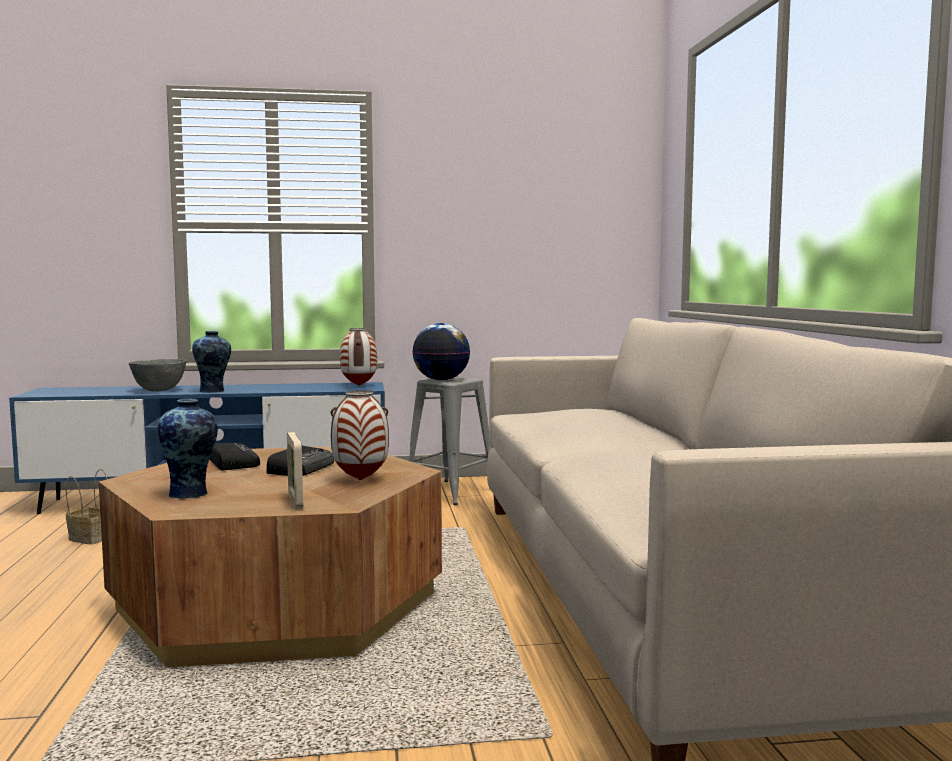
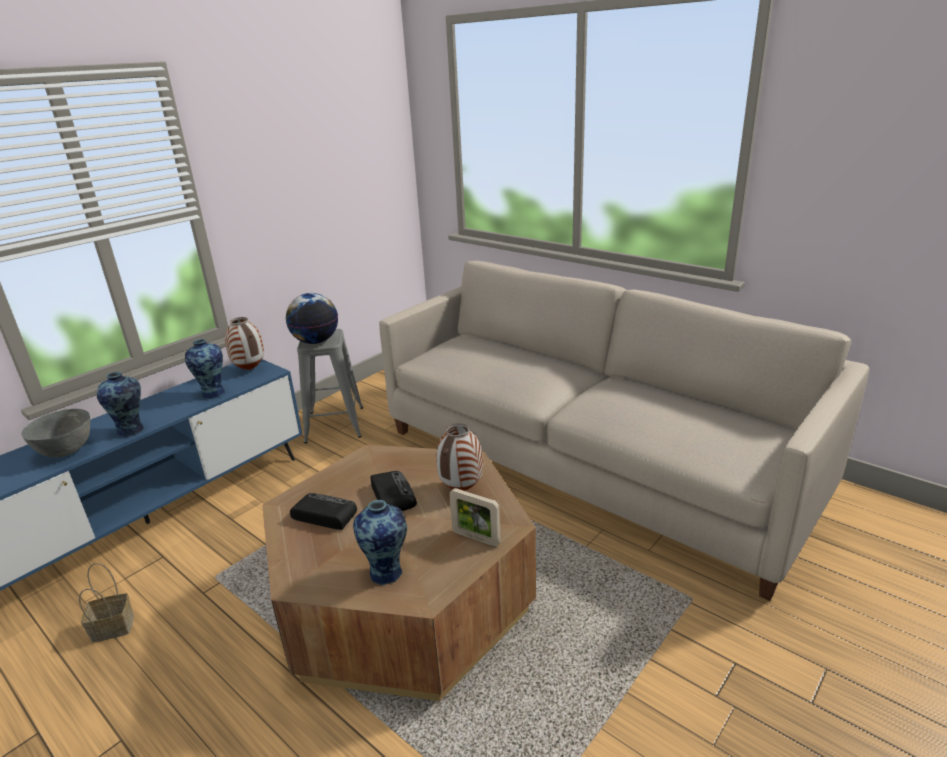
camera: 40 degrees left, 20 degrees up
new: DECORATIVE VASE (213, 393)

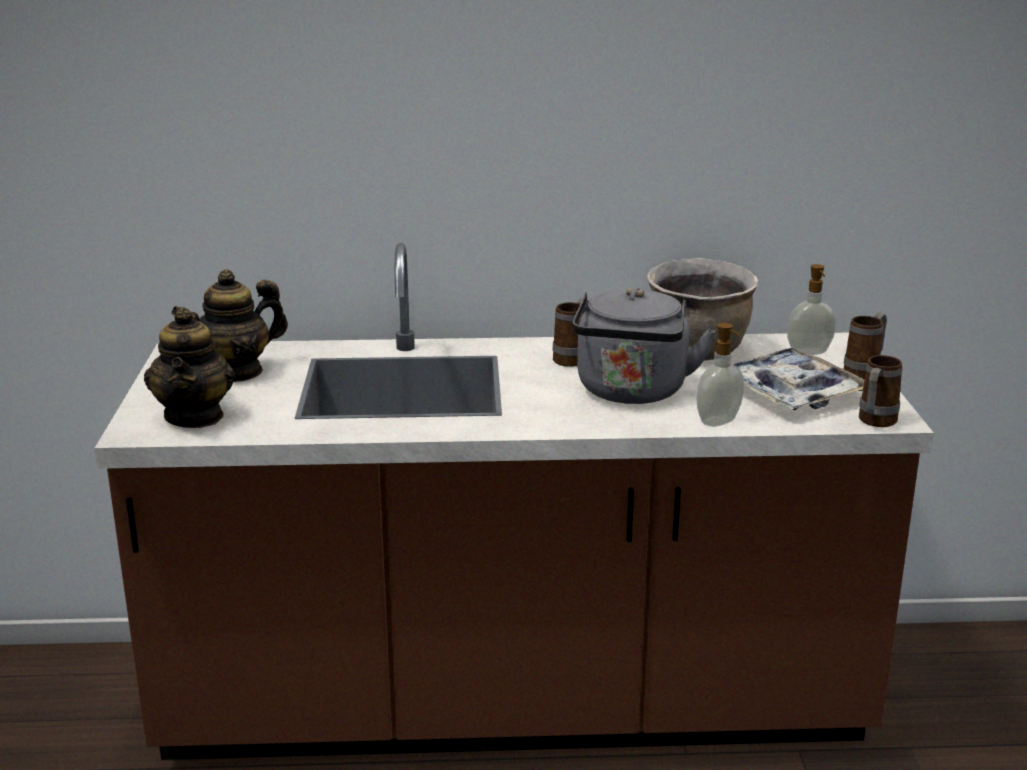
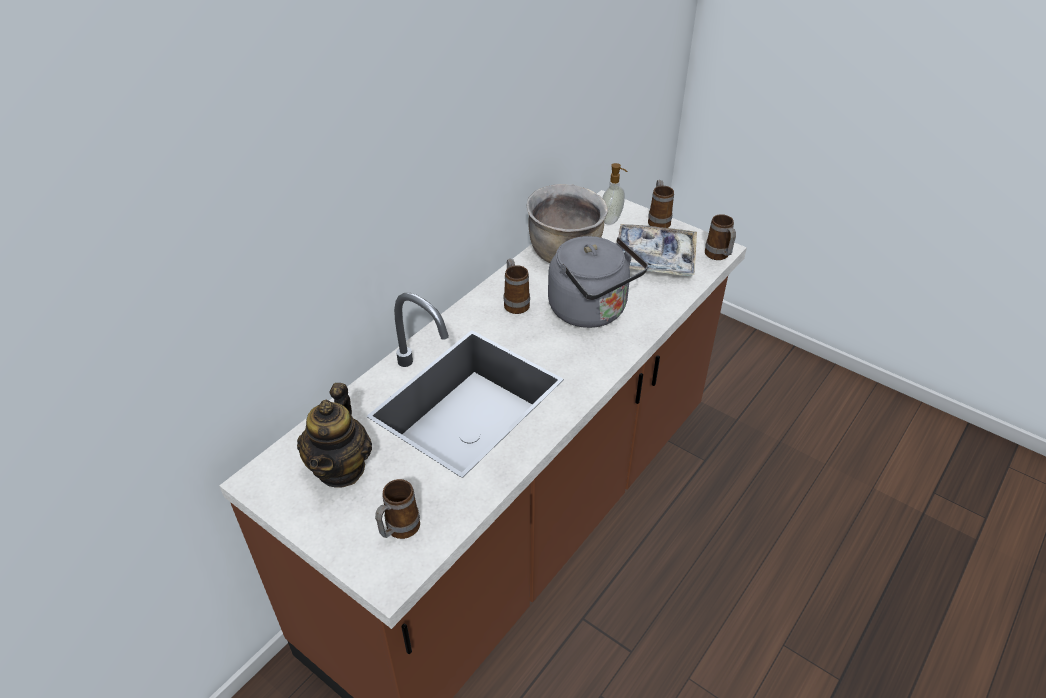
camera: 50 degrees left, 20 degrees up
gone: SOAP BOTTLE (719, 422)
swapped: TEA POT (195, 417) to MUG (398, 530)

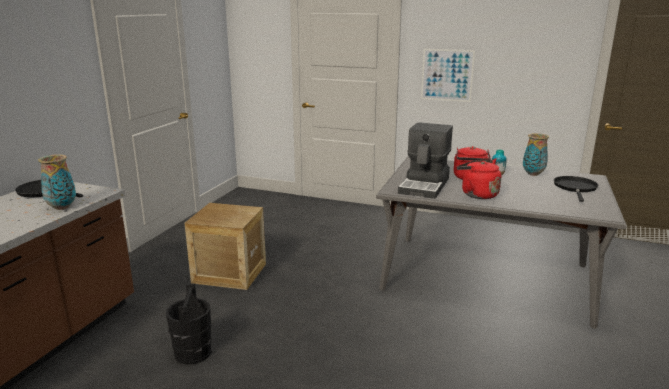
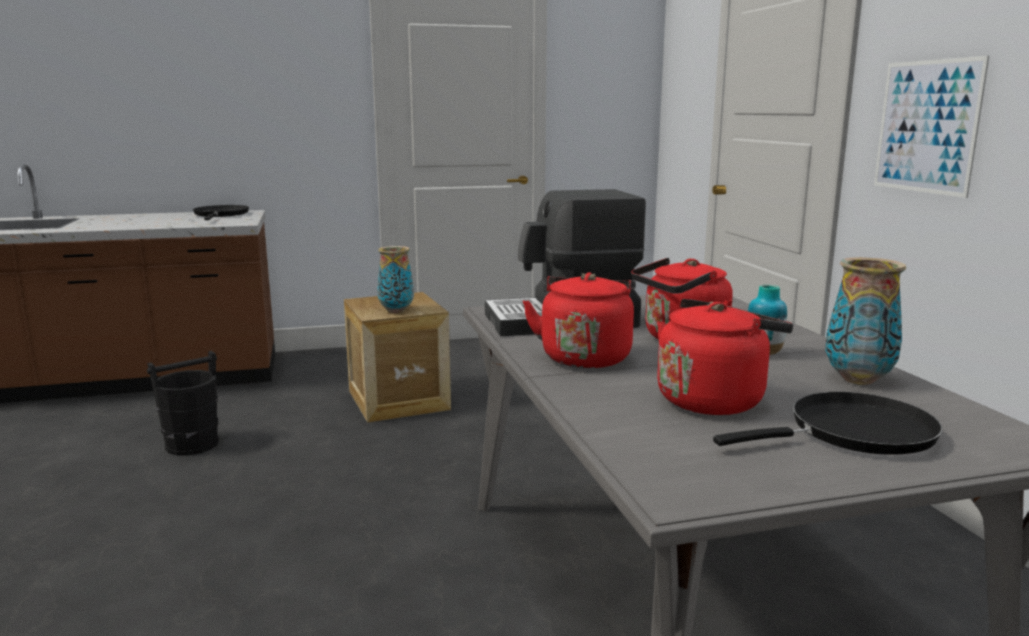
camera: 55 degrees right, 5 degrees down
new: REDDISH TEA KETTLE (713, 399)
shifted: DECORATIVE VASE (61, 207) to (396, 311)

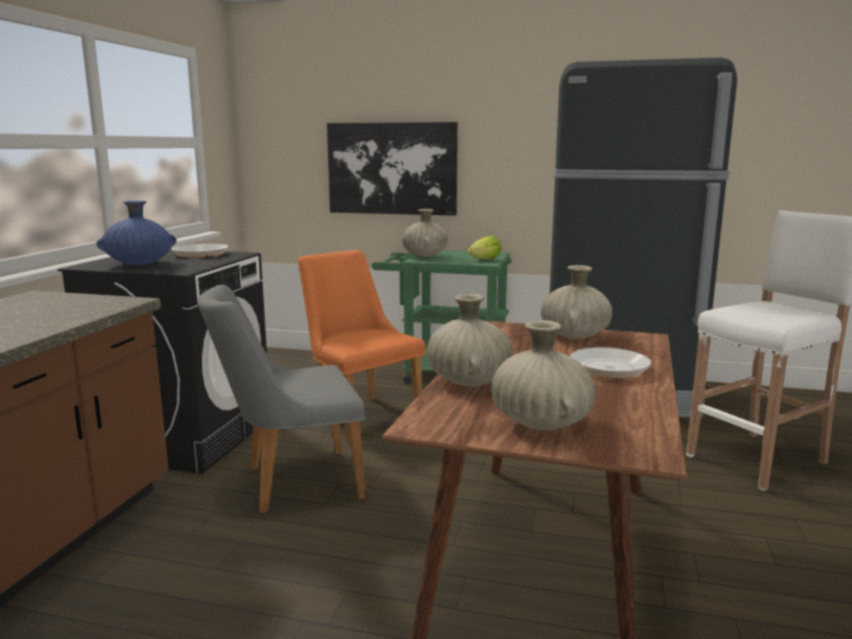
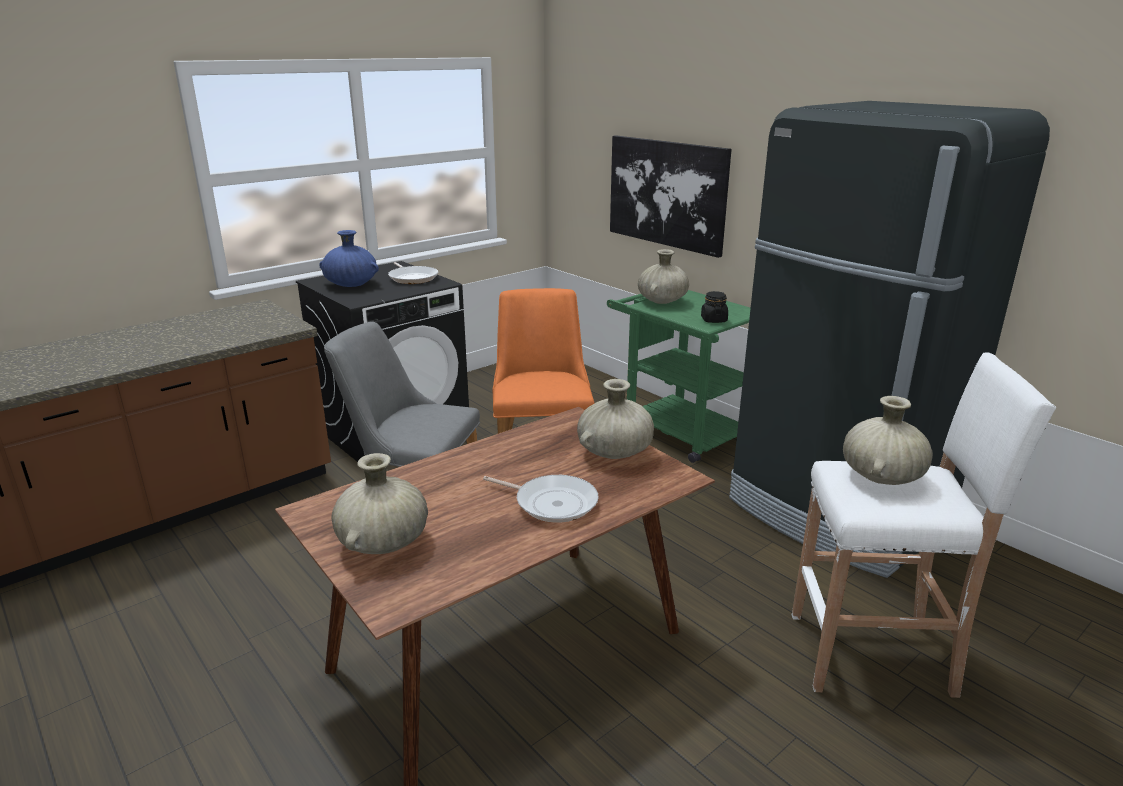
camera: 35 degrees right, 10 degrees up
shifted: BEIGE DECORATIVE VASE (469, 382) to (881, 476)
swapped: LETTUCE (485, 260) to BLACKISH JAR (713, 320)

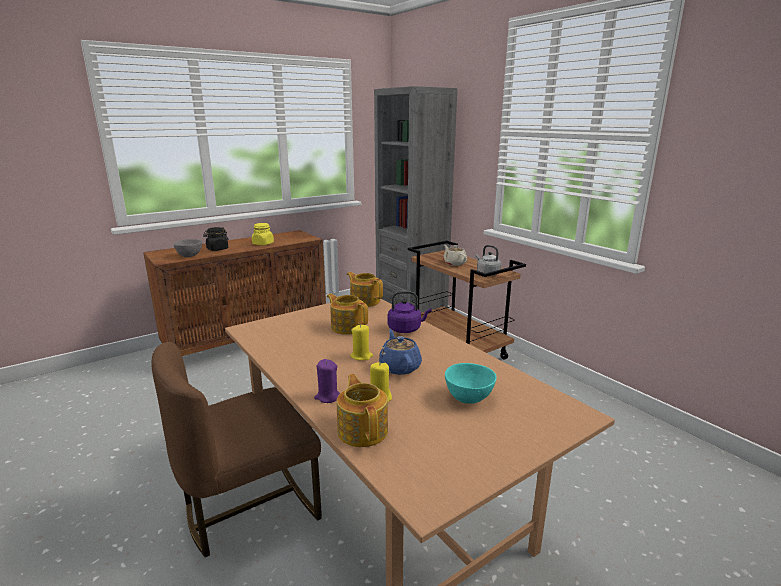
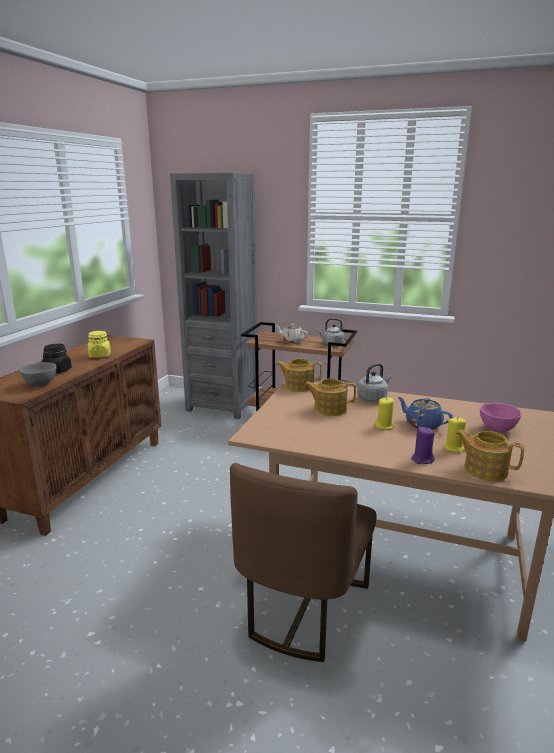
camera: 35 degrees left, 0 degrees up
repainted: PURPLE TEA KETTLE (406, 329) to GREY TEA KETTLE (373, 398); BLUE-GREEN DEEP DISH (469, 398) to PINKISH DEEP DISH (497, 429)

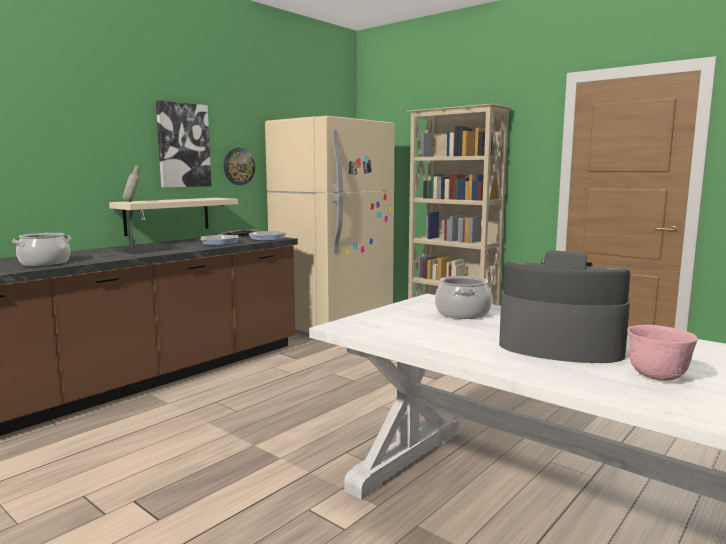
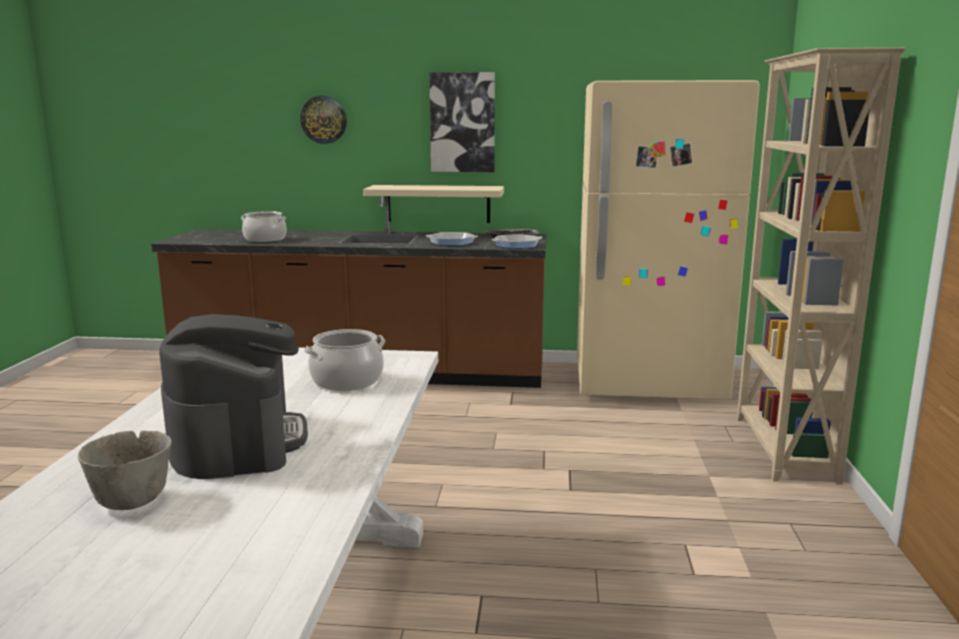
camera: 55 degrees right, 5 degrees up
gone: GREY DRINK BOTTLE (132, 202)
shifted: WALL CLOCK (238, 166) to (324, 119)
repainted: PINKISH DEEP DISH (655, 376) to GREY DEEP DISH (132, 501)

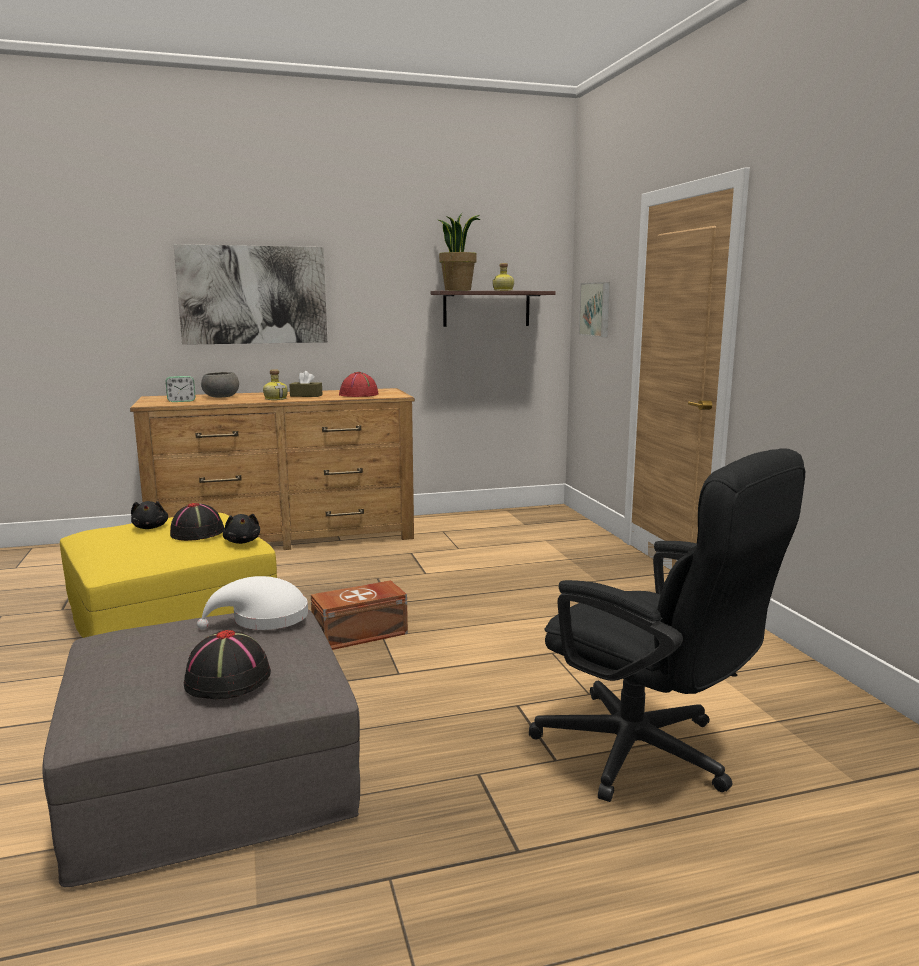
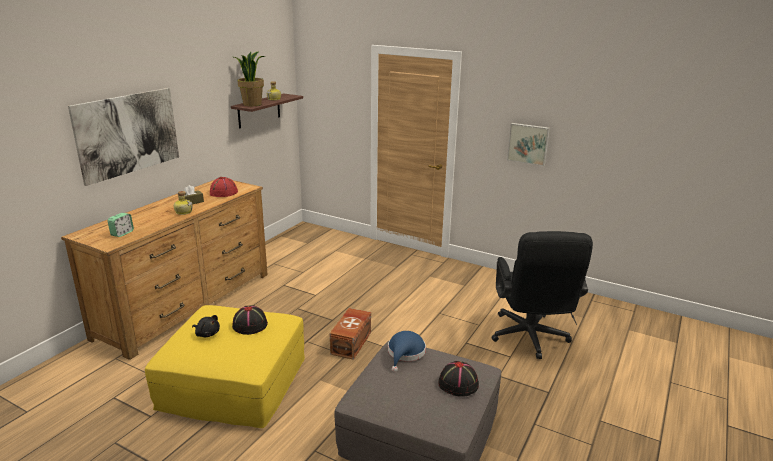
camera: 45 degrees left, 10 degrees up
gone: GREY DEEP DISH (221, 397); BLACKISH CUDDLY TOY (242, 541)
shifted: WALL ART (596, 309) to (528, 143)
repainted: WHITISH WEARABLE HAT (264, 619) to BLUISH WEARABLE HAT (405, 353)
rotated: BLACKISH DESK CHAIR (649, 756) = (530, 339) 90 degrees clockwise

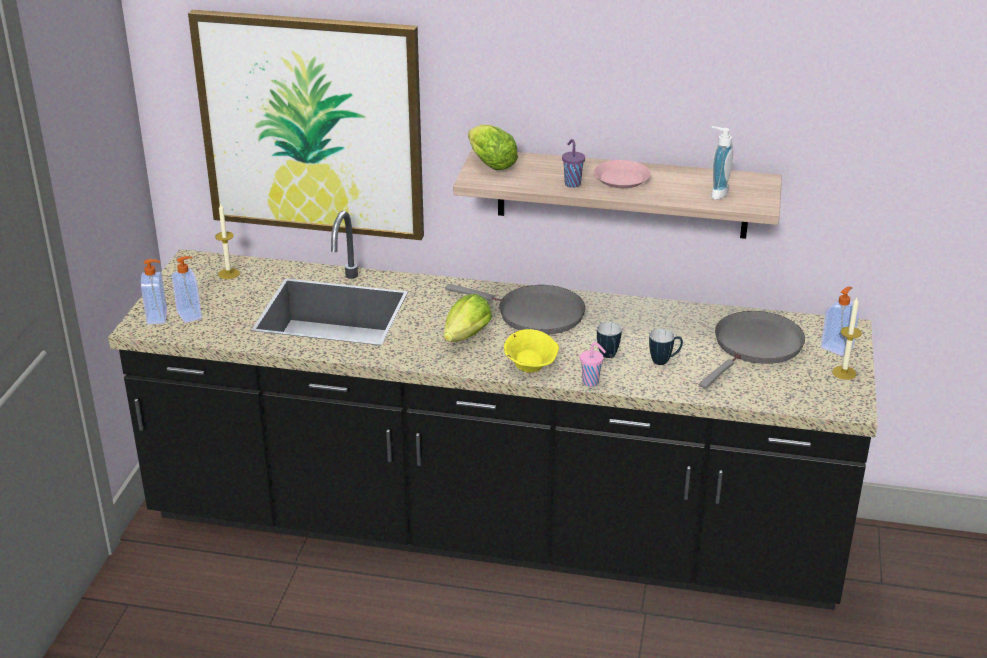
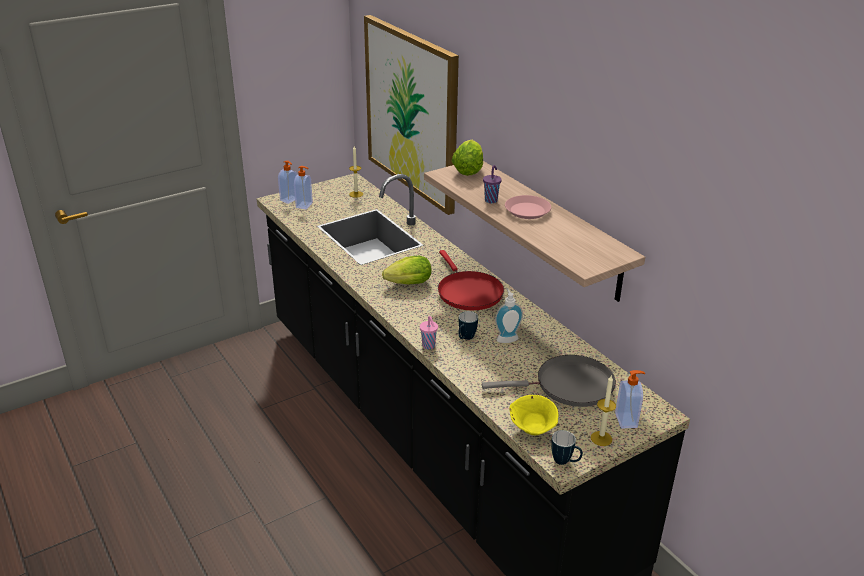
camera: 45 degrees right, 0 degrees up
shifted: SOAP BOTTLE (716, 193) to (506, 338); YELLOWISH DEEP DISH (531, 367) to (533, 430); MUG (664, 361) to (565, 462)
repainted: GREY SKILLET (535, 314) to REDDISH SKILLET (468, 292)

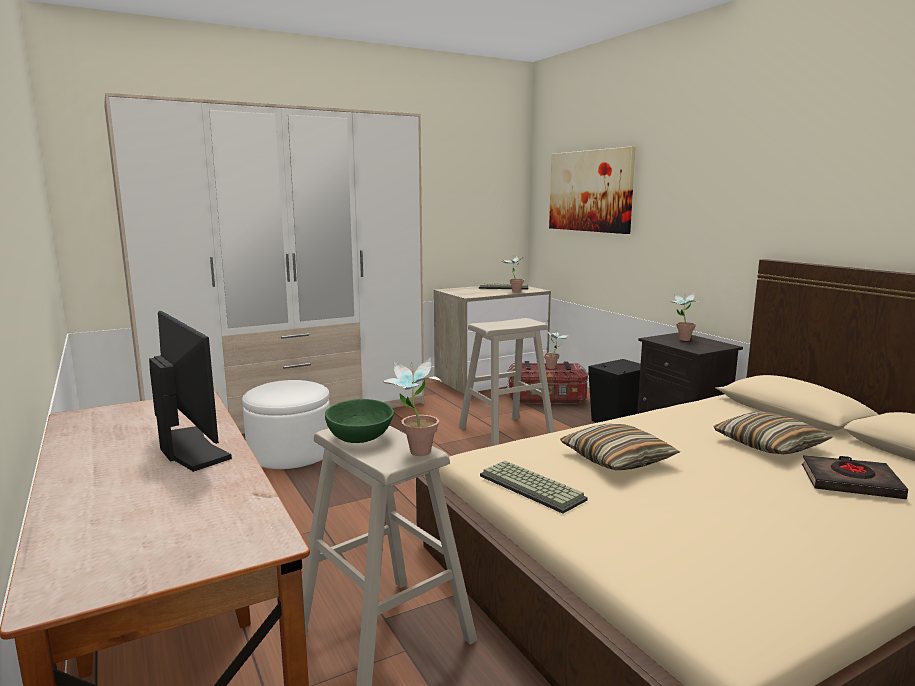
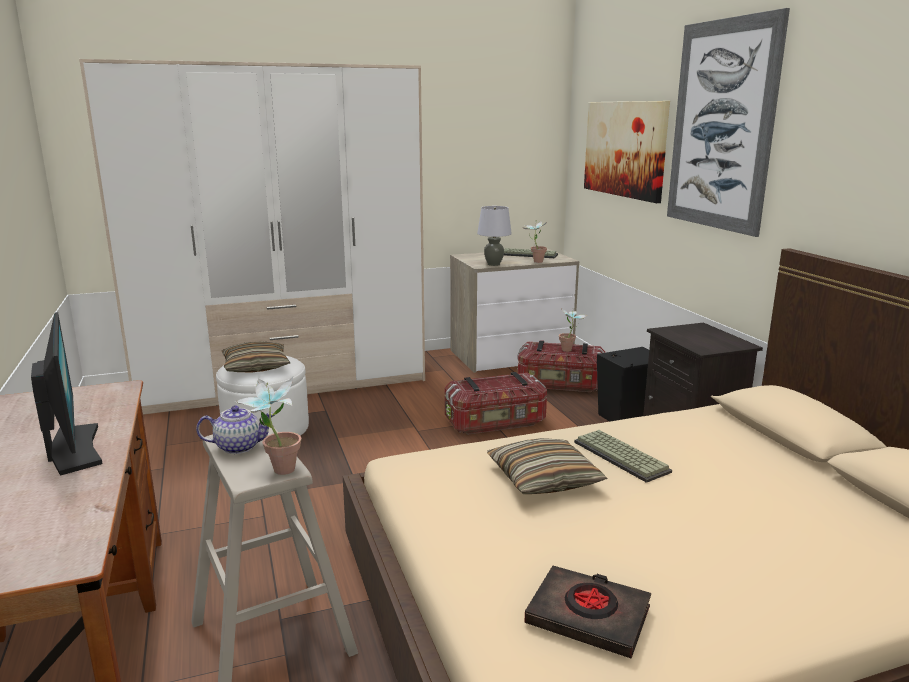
camera: 10 degrees right, 5 degrees up
gone: PLANT IN A POT (681, 340)
new: WALL ART (721, 126); GREY TABLE LAMP (493, 264)
shifted: CUSHION (769, 445) to (256, 367); BLACKISH VOLUME (850, 483) to (588, 616); KEYBOARD (533, 487) to (623, 457)
swapped: BEIGE STOOL (506, 433) to STORAGE CONTAINER (496, 423); GREEN DEEP DISH (359, 437) to TEA POT (239, 446)

